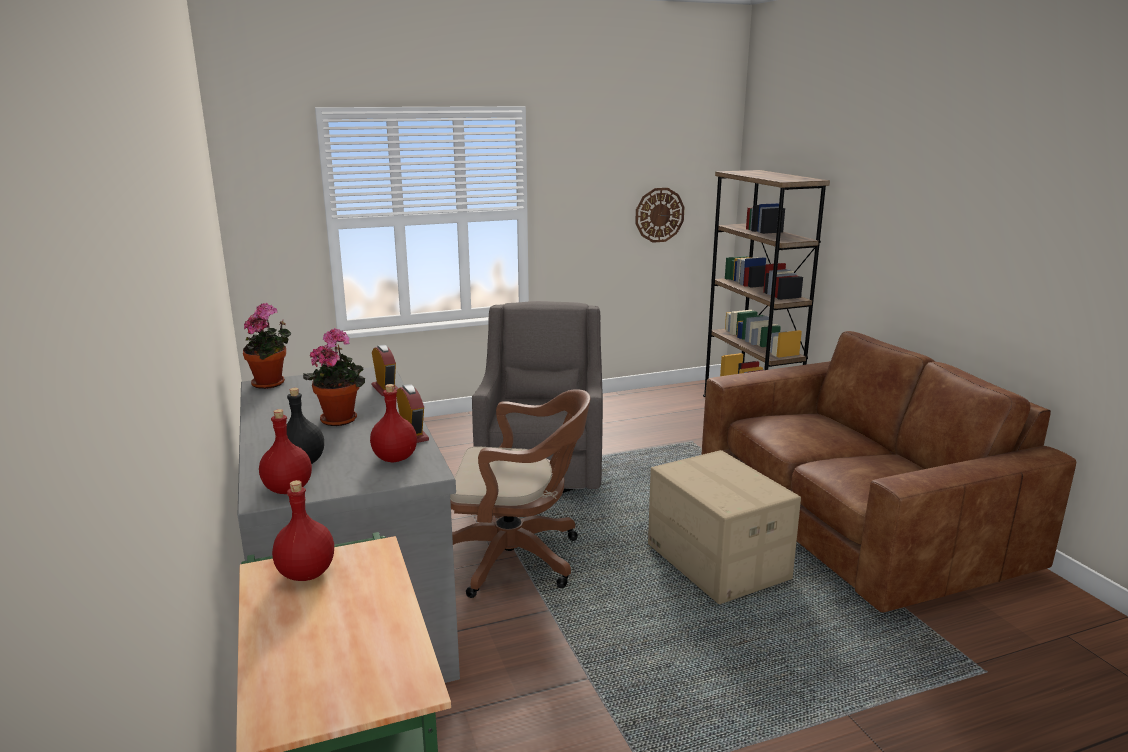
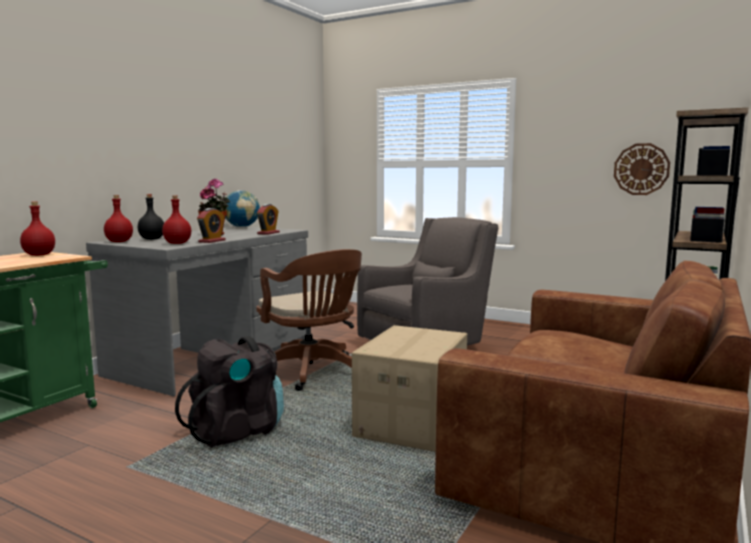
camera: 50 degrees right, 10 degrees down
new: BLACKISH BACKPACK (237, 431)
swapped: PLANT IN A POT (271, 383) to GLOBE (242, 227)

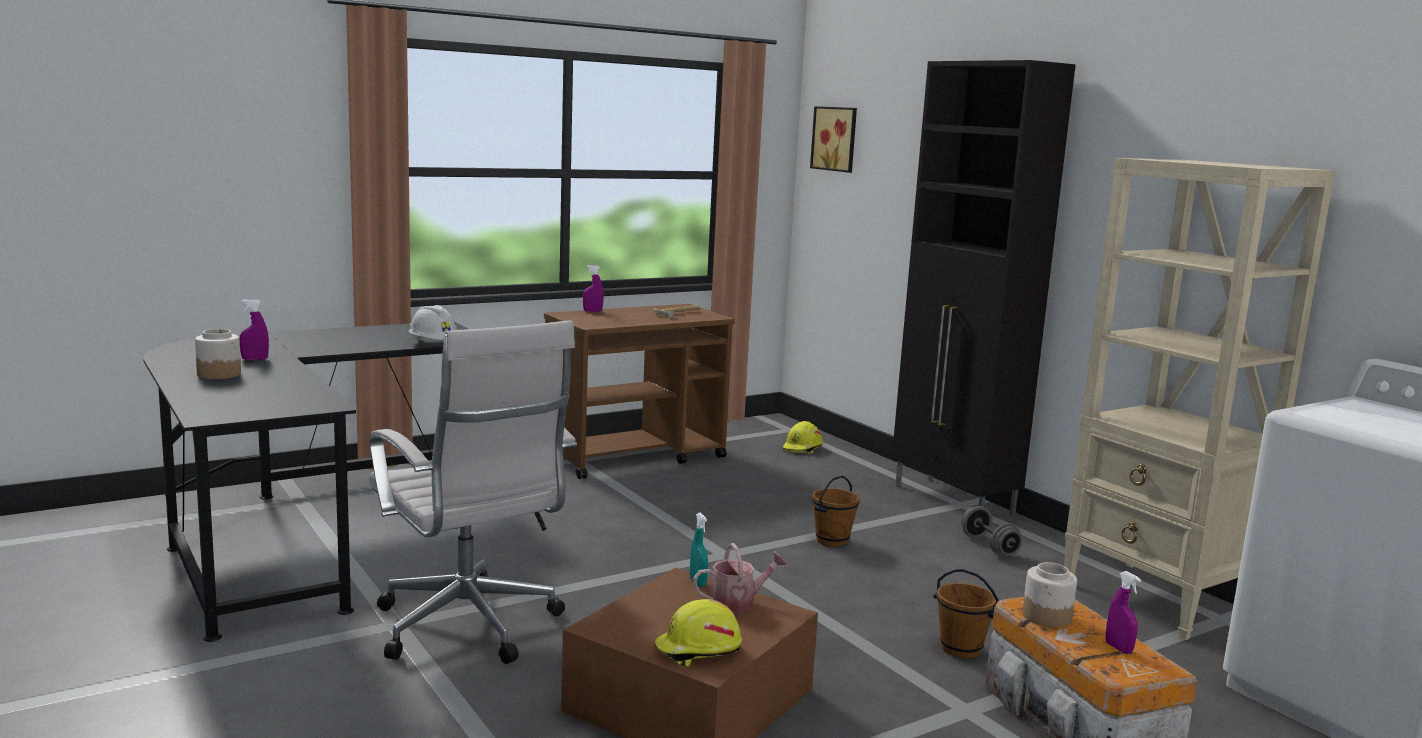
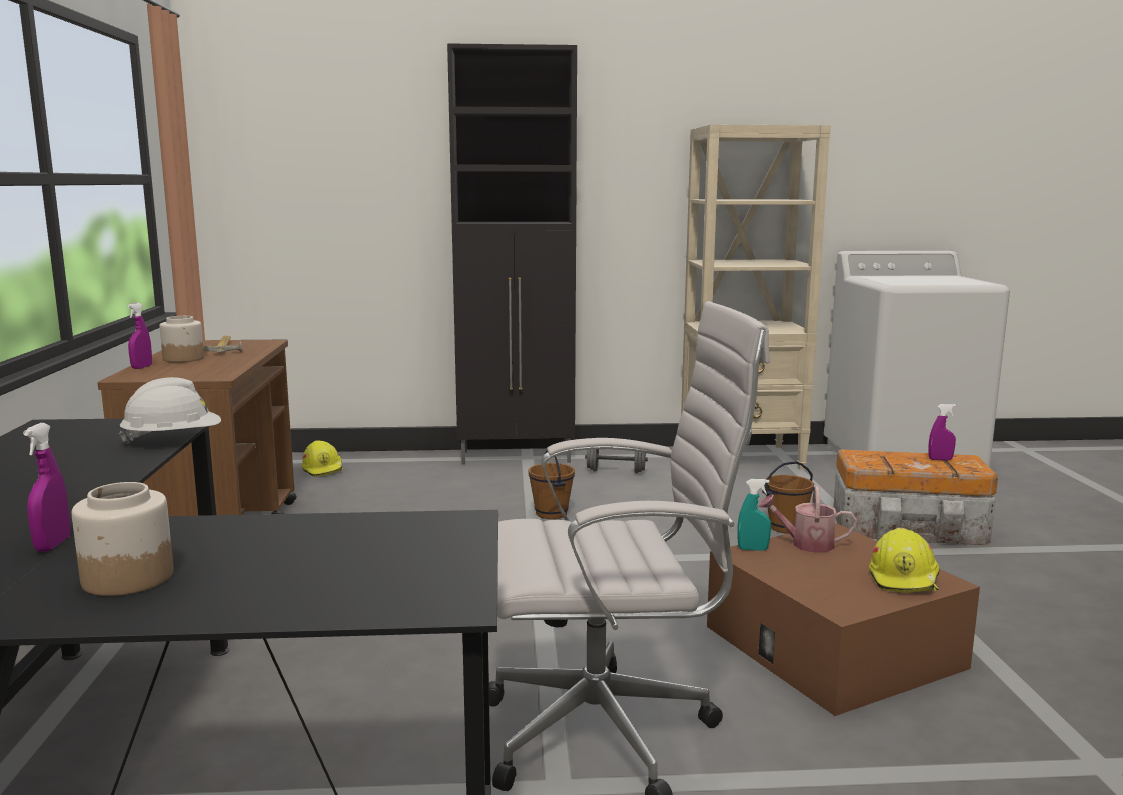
camera: 60 degrees left, 0 degrees up
gone: WALL ART (836, 139)
shifted: JAR (1047, 617) to (184, 358)
rotated: WATERING CAN (738, 602) = (806, 544) 90 degrees counterclockwise

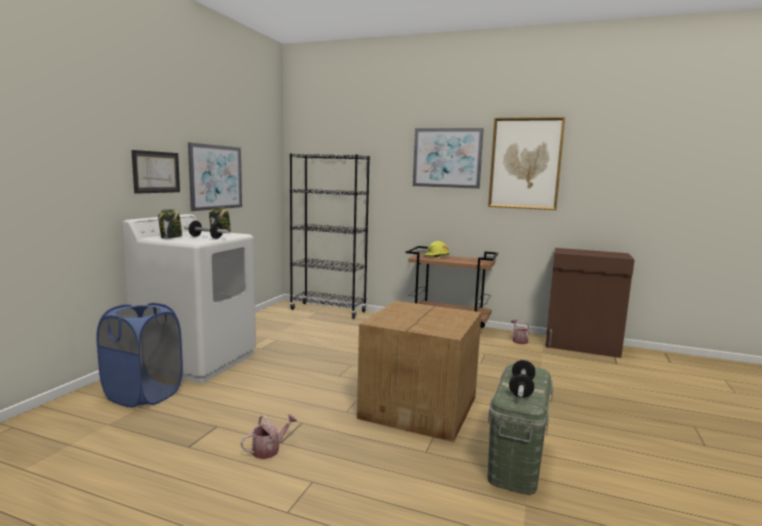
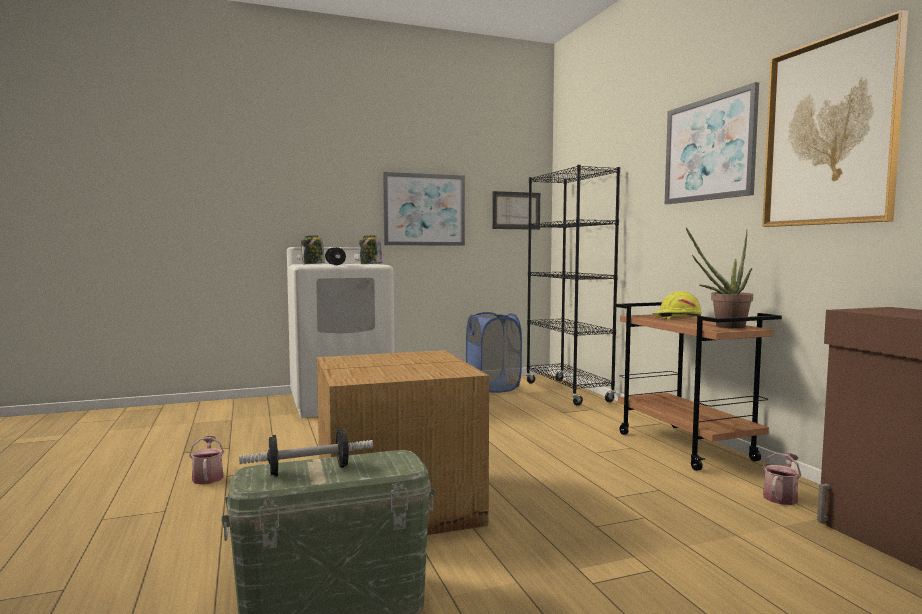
camera: 50 degrees right, 5 degrees down
new: PLANT IN A POT (723, 326)
shifted: WALL ART (156, 172) to (516, 210); BLUISH HAMPER (144, 394) to (493, 387)
rotated: WATERING CAN (269, 450) = (208, 476) 120 degrees counterclockwise

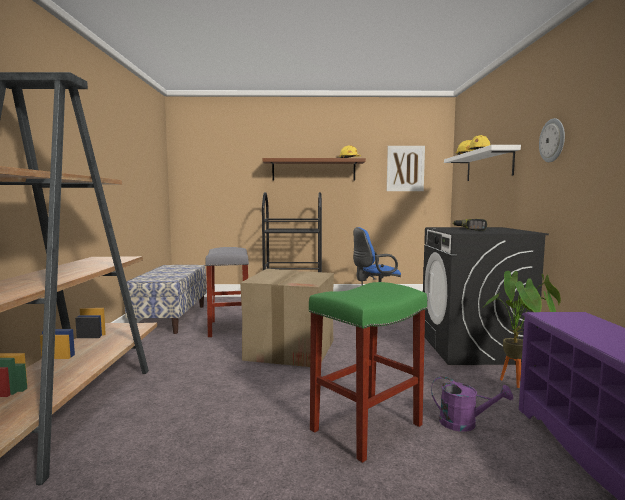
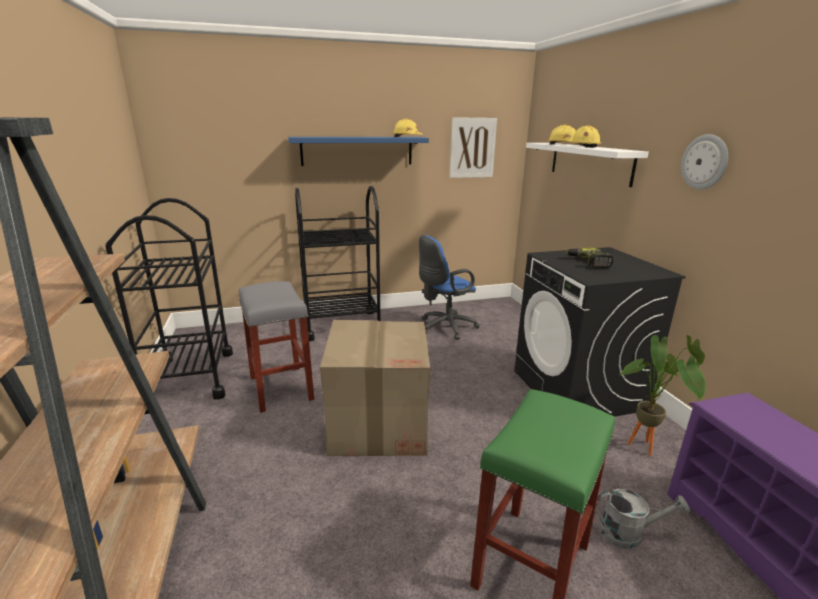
camera: 15 degrees left, 15 degrees up
swapped: BENCH (171, 318) to BLACKISH TROLLEY (191, 378)
repainted: BROWNISH BRACKET SHELF (313, 170) to BLUISH BRACKET SHELF (357, 151); PURPLE WATERING CAN (465, 424) to GREY WATERING CAN (628, 533)

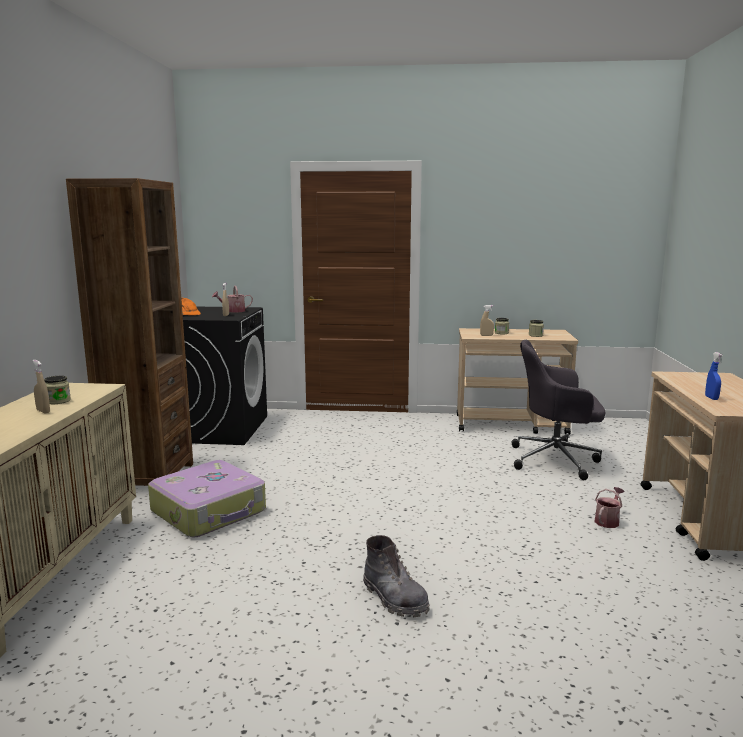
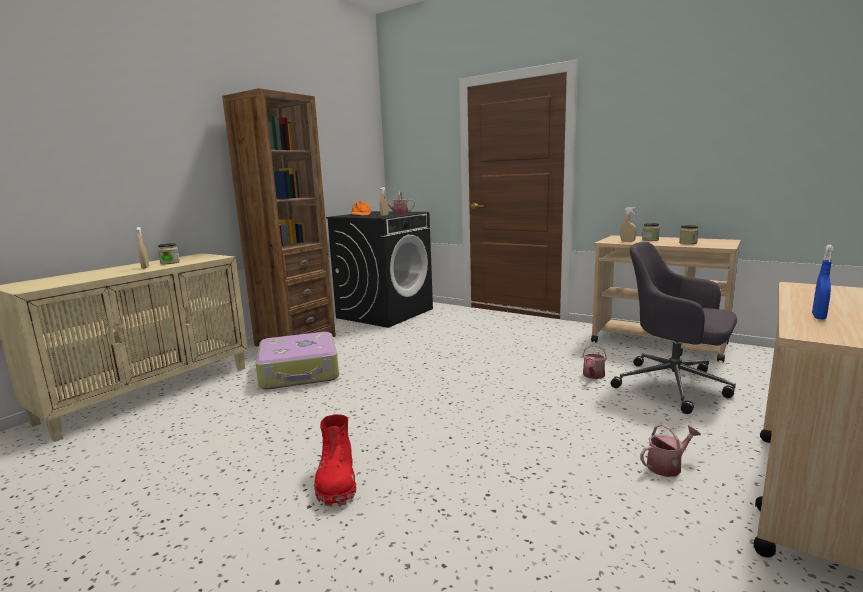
camera: 30 degrees right, 0 degrees up
new: WATERING CAN (593, 376)
repainted: GREY HIGH-TOP BOOT (394, 598) to REDDISH HIGH-TOP BOOT (337, 482)

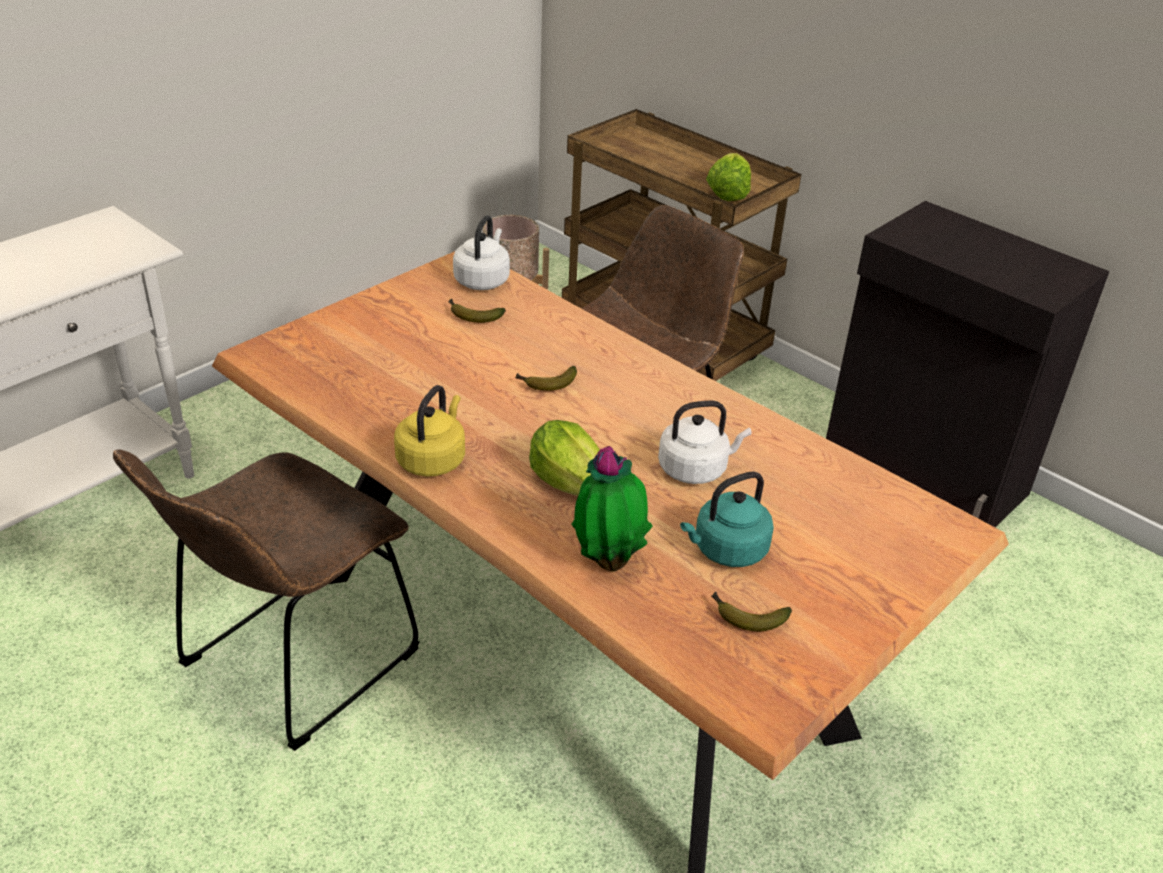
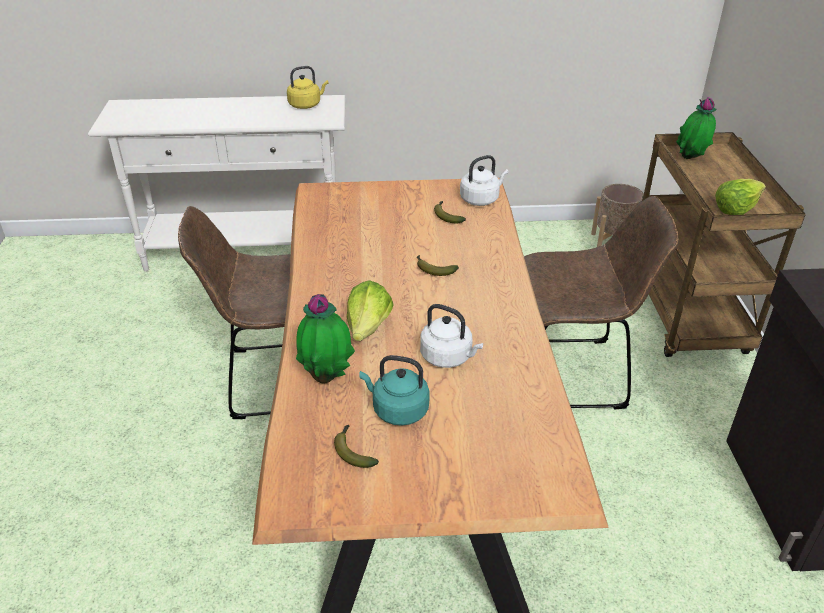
camera: 45 degrees right, 0 degrees up
new: PLANT IN A POT (690, 160)
shifted: YELLOWISH TEA KETTLE (433, 459) to (306, 105)

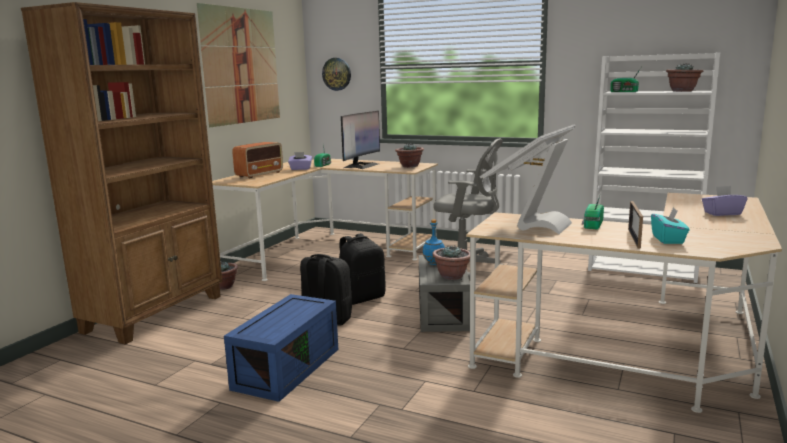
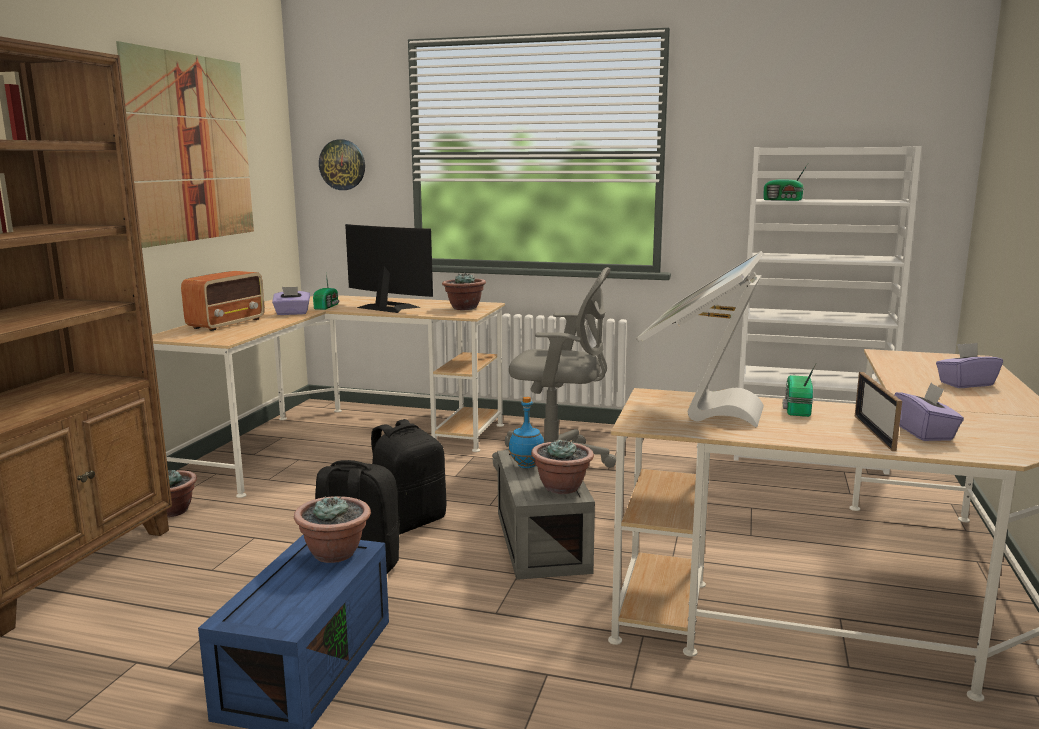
camera: 10 degrees left, 0 degrees up
shifted: PLANT IN A POT (682, 91) to (335, 553)
repainted: BLUE-GREEN BOX OF TISSUES (668, 239) to PURPLE BOX OF TISSUES (924, 433)
rotated: COMPUTER DISPLAY (361, 166) = (388, 307) 75 degrees counterclockwise

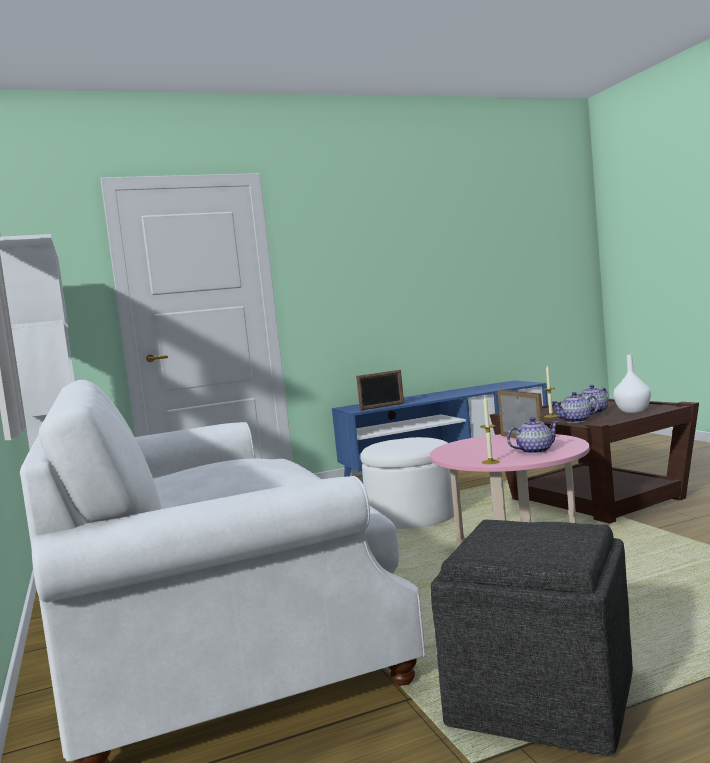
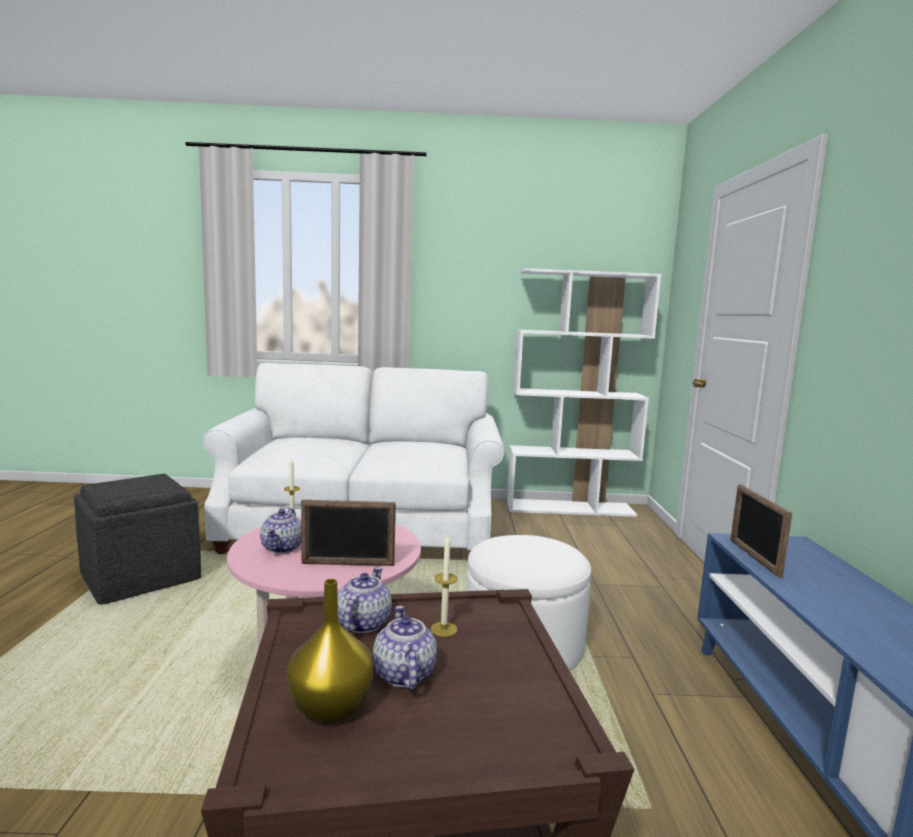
camera: 110 degrees right, 5 degrees up
repainted: WHITISH DECORATIVE VASE (633, 411) to YELLOWISH DECORATIVE VASE (331, 709)

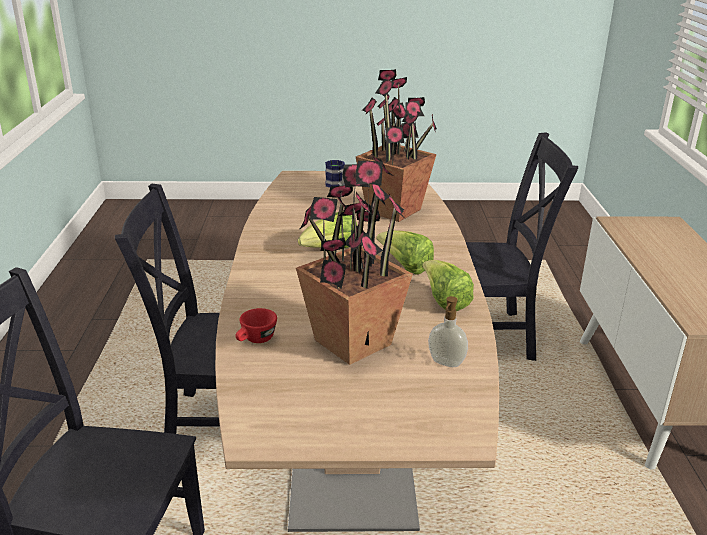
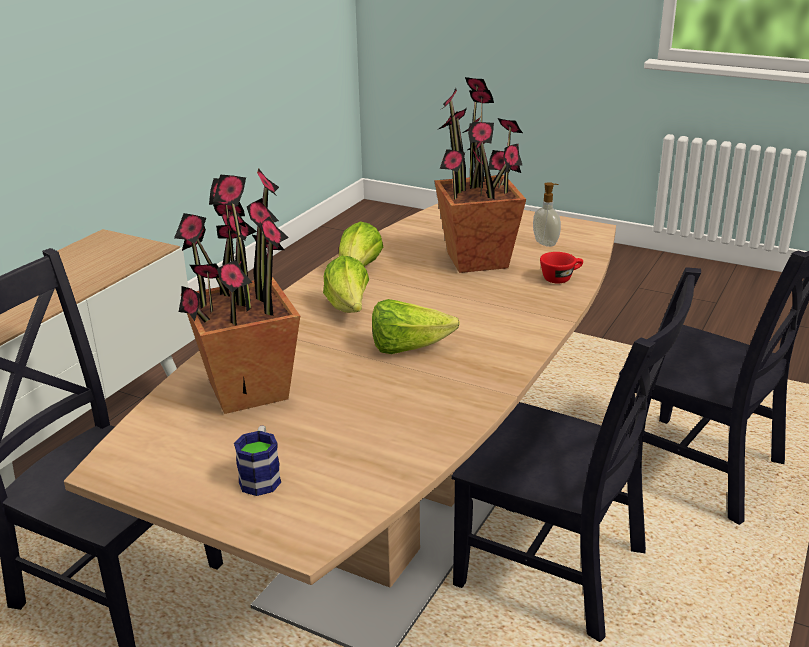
camera: 150 degrees left, 0 degrees up
shifted: SOAP BOTTLE (445, 363) to (546, 243)

